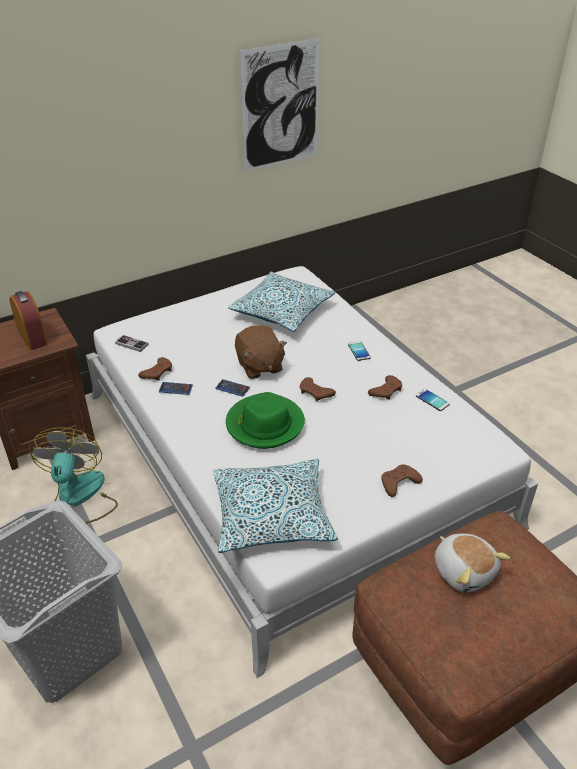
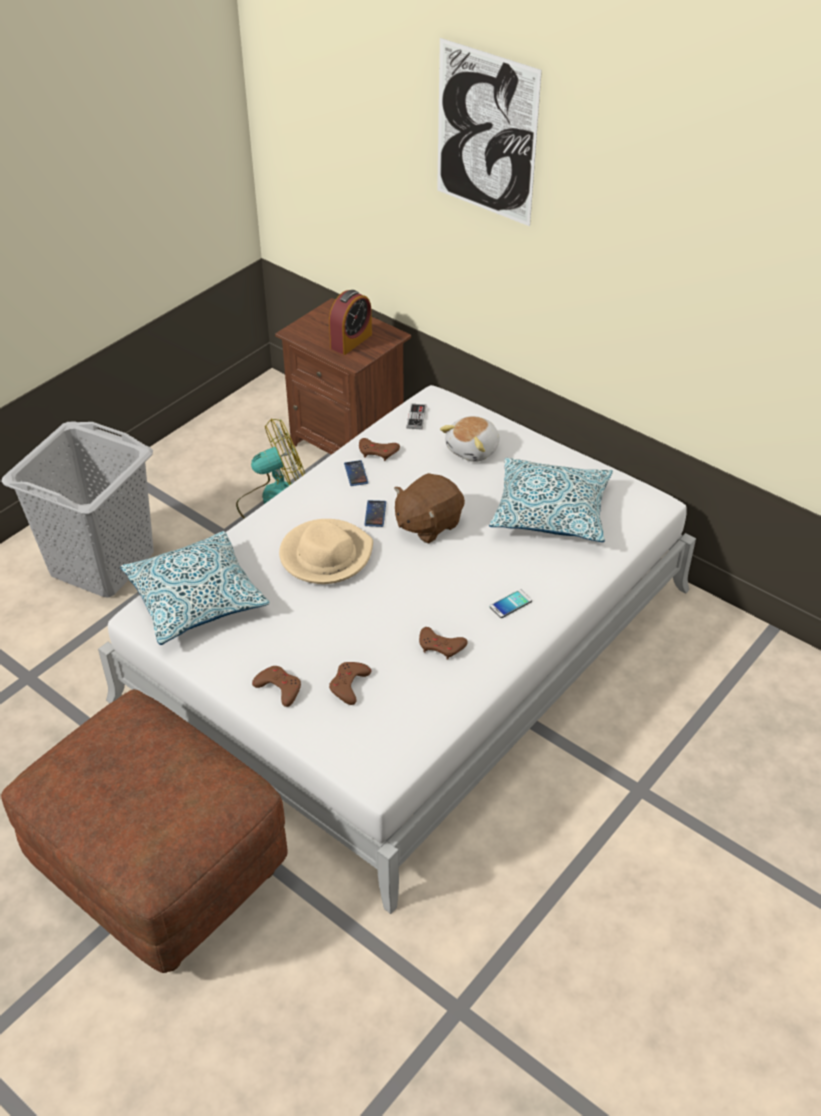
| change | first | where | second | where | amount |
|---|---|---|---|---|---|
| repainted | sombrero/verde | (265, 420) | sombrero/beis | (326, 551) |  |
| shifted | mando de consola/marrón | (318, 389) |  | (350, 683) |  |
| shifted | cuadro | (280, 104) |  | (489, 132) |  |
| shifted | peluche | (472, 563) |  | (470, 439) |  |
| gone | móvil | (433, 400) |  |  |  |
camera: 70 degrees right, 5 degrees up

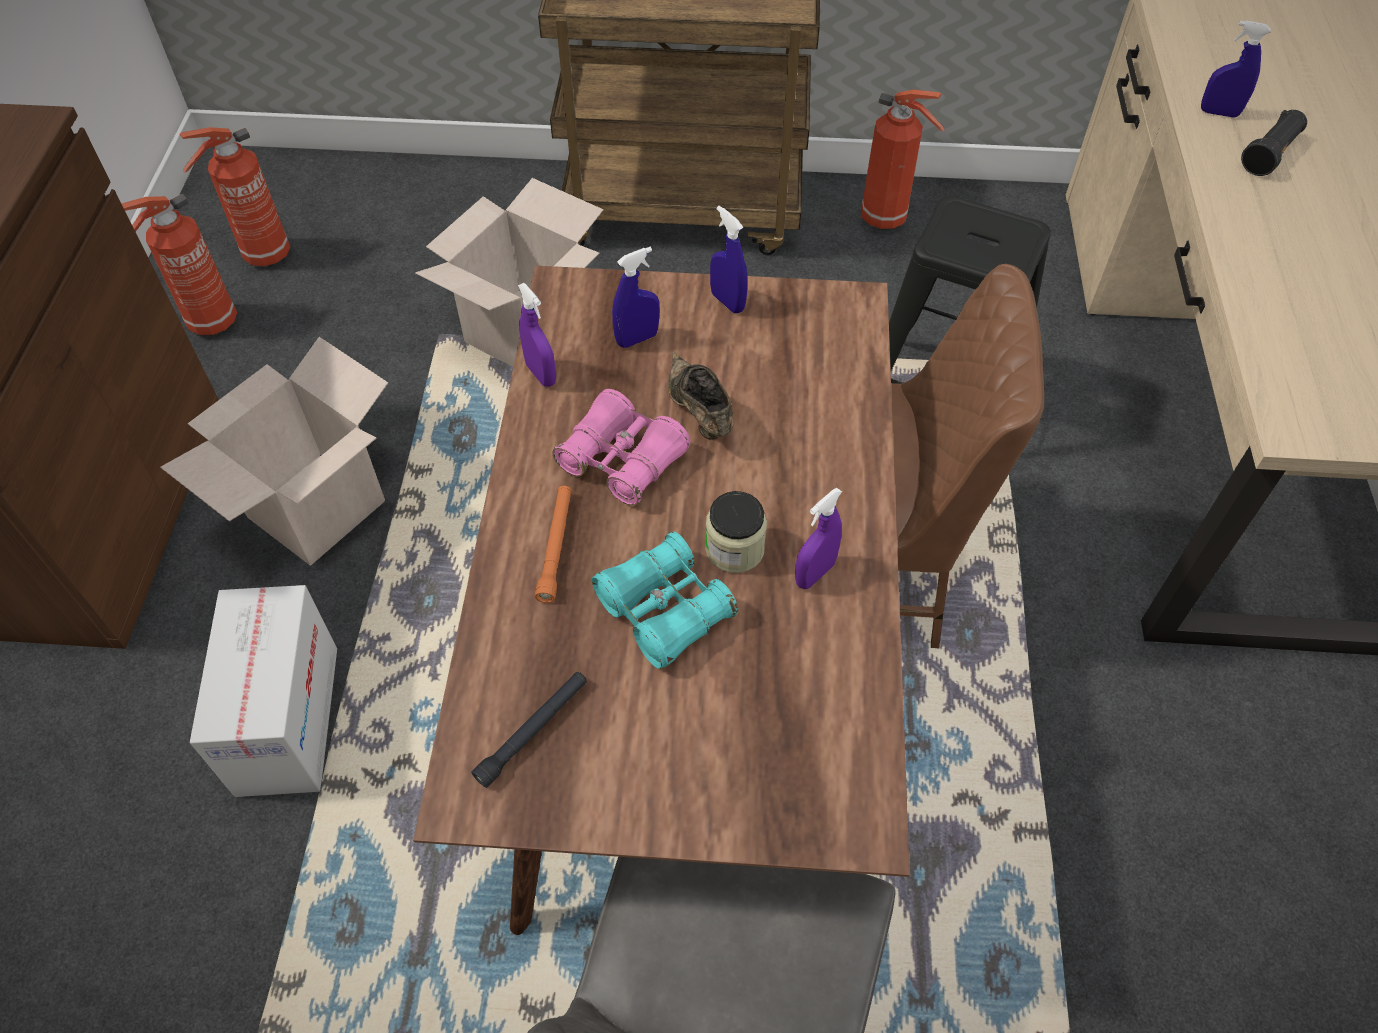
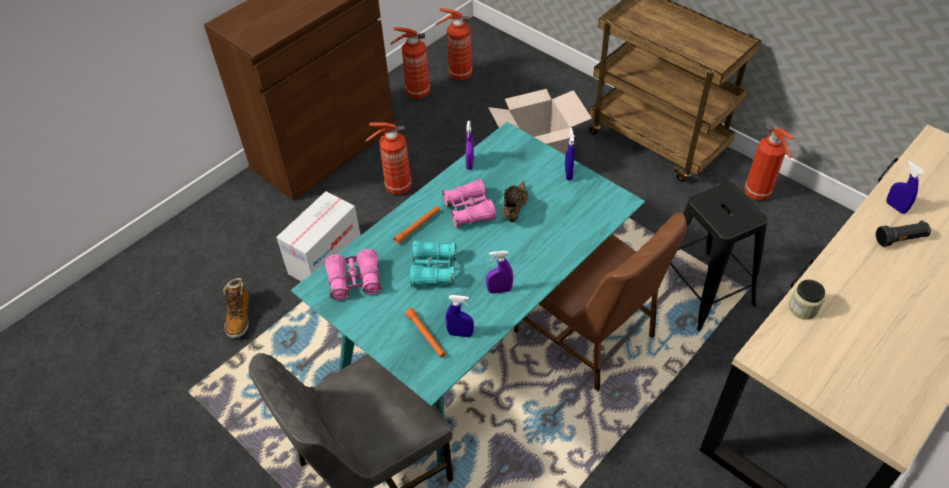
| change | first | where | second | where | amount |
|---|---|---|---|---|---|
| new |  |  | bota | (236, 307) |  |
| repainted | mesa de comedor/marrón | (661, 600) | mesa de comedor/turquesa | (468, 294) |  |
| swapped | linterna/negro | (529, 730) | prismáticos/rosa | (353, 274) |  |
| swapped | caja de cartón | (274, 451) | extintor | (389, 158) |  |
| new |  |  | linterna/naranja | (425, 332) |  |
| shifted | pulverizador/azul | (636, 297) |  | (459, 316) |  |
| shifted | tarro | (736, 532) |  | (806, 300) |  |
camera: 40 degrees right, 5 degrees down

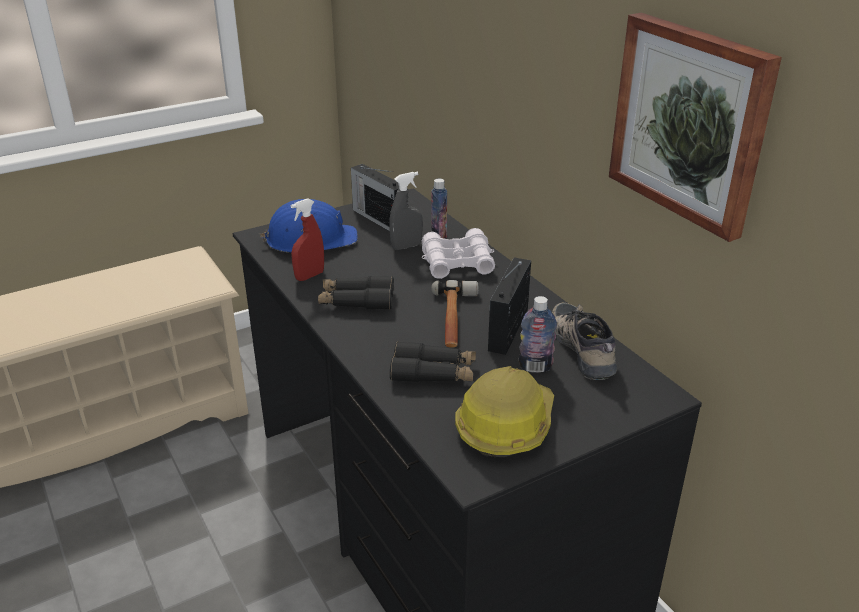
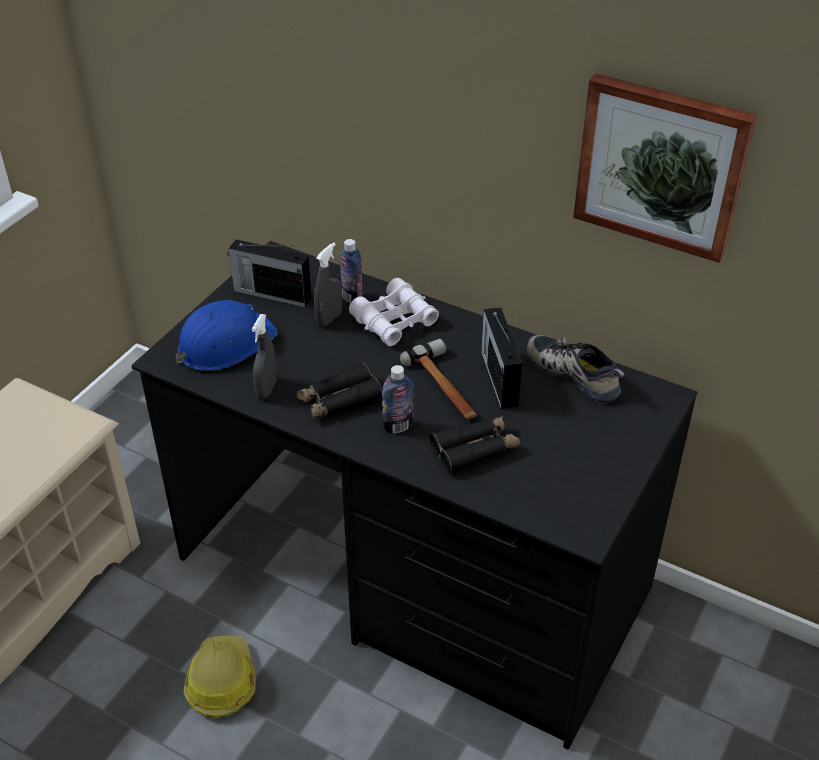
| change | first | where | second | where | amount |
|---|---|---|---|---|---|
| shifted | casco | (504, 411) |  | (219, 677) |  |
| repainted | pulverizador/rojo | (307, 239) | pulverizador/gris | (264, 356) |  |
| shifted | botella | (538, 334) |  | (397, 399) |  |
camera: 30 degrees left, 10 degrees up

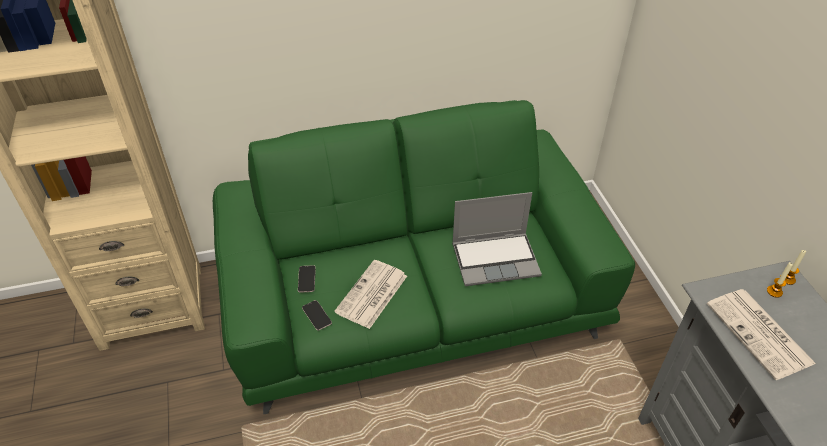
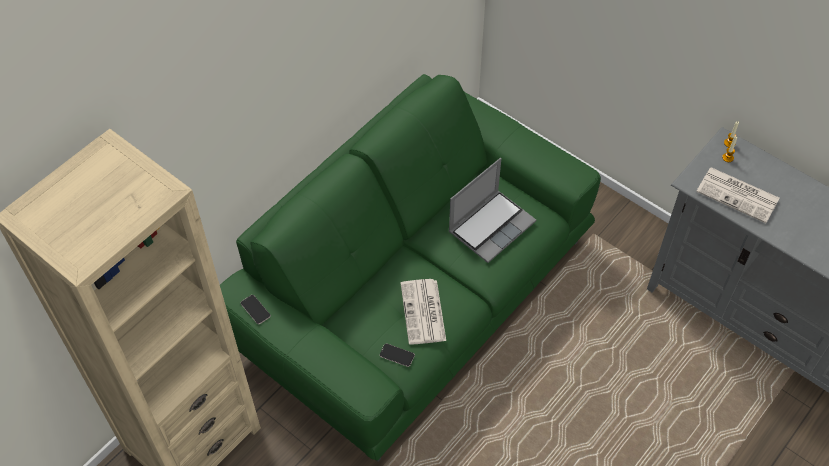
| change | first | where | second | where | amount |
|---|---|---|---|---|---|
| shifted | móvil | (307, 279) |  | (256, 309) |  |
camera: 35 degrees left, 10 degrees up

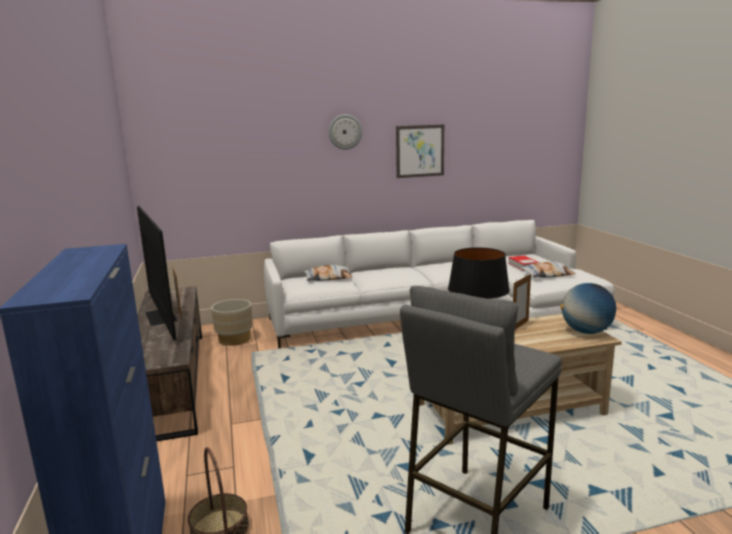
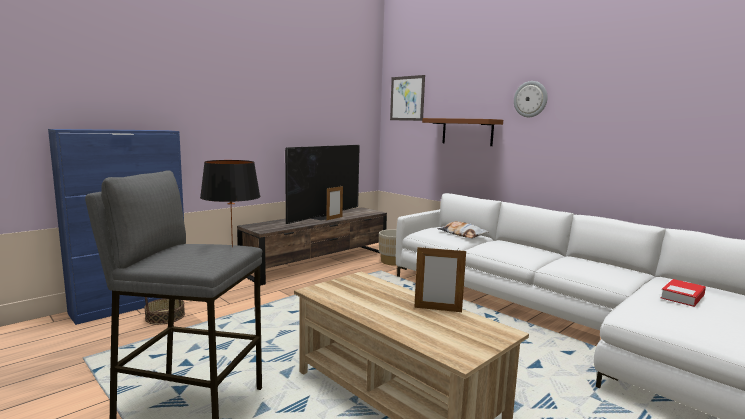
| change | first | where | second | where | amount |
|---|---|---|---|---|---|
| shifted | cuadro | (420, 151) |  | (407, 98) |  |
| new |  |  | estante/marrón | (462, 132) |  |
| gone | cojín | (548, 270) |  |  |  |
| gone | globo terráqueo | (588, 308) |  |  |  |
camera: 60 degrees right, 5 degrees down

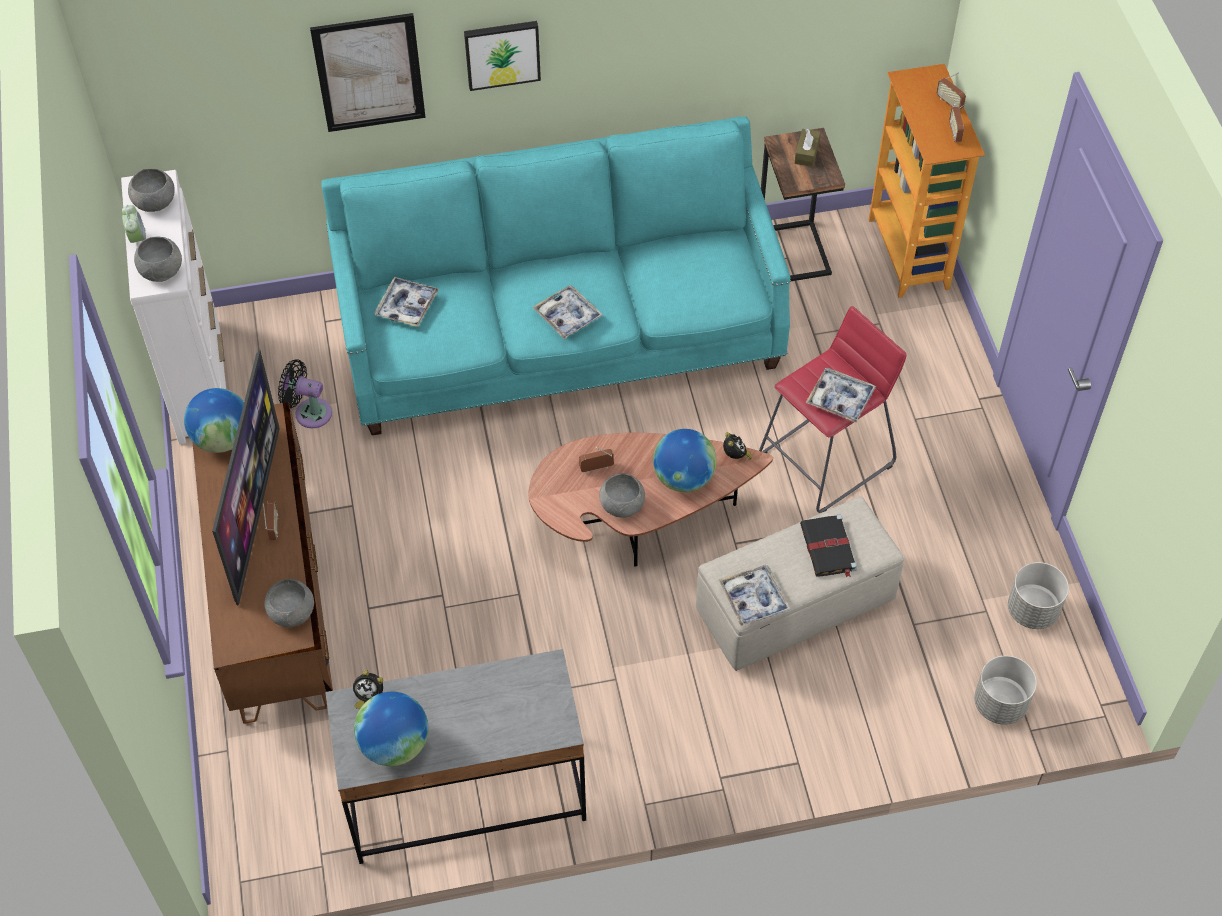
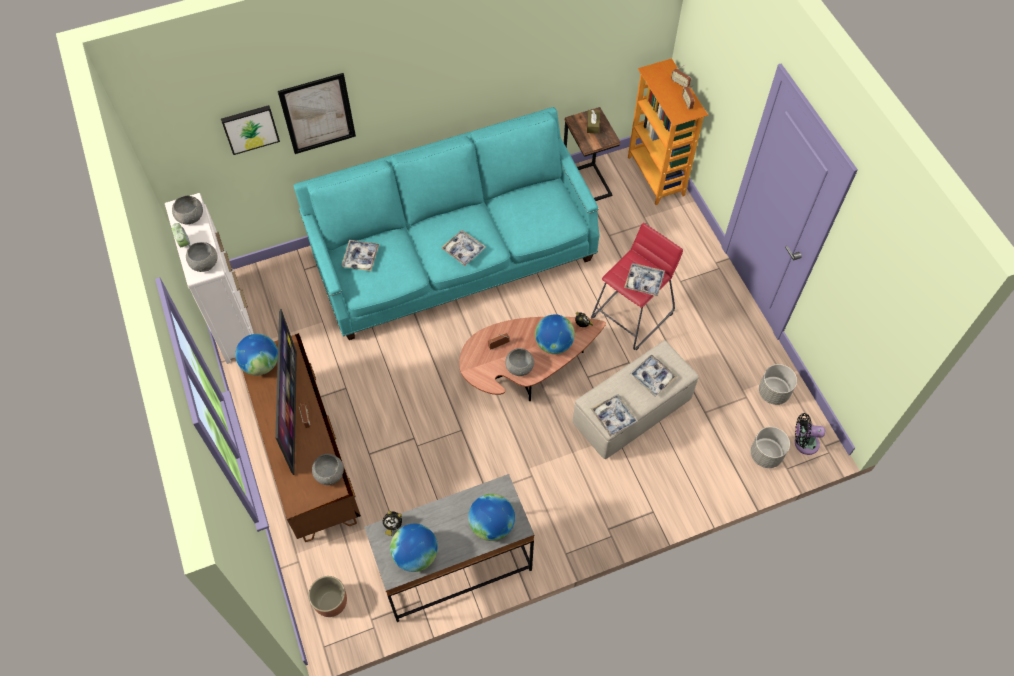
| change | first | where | second | where | amount |
|---|---|---|---|---|---|
| shifted | cuadro | (502, 56) |  | (250, 130) |  |
| new |  |  | maceta | (327, 596) |  |
| new |  |  | globo terráqueo | (491, 517) |  |
| swapped | libro/negro | (828, 546) | bandeja | (654, 375) |  |
| shifted | ventilador/negro | (305, 394) |  | (810, 434) |  |
camera: 10 degrees left, 5 degrees up

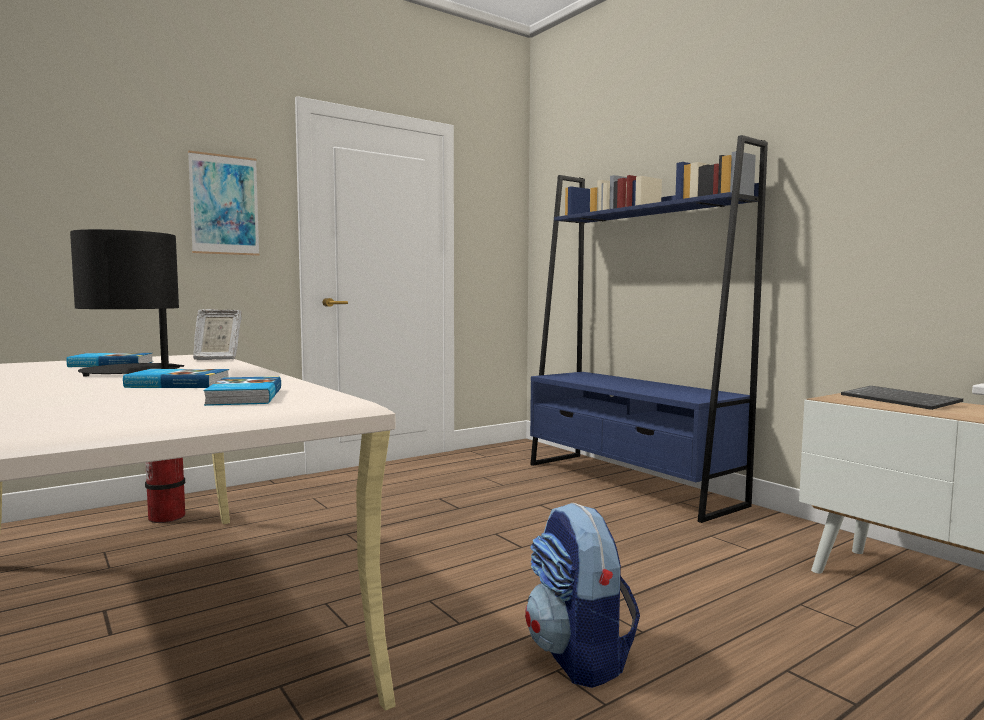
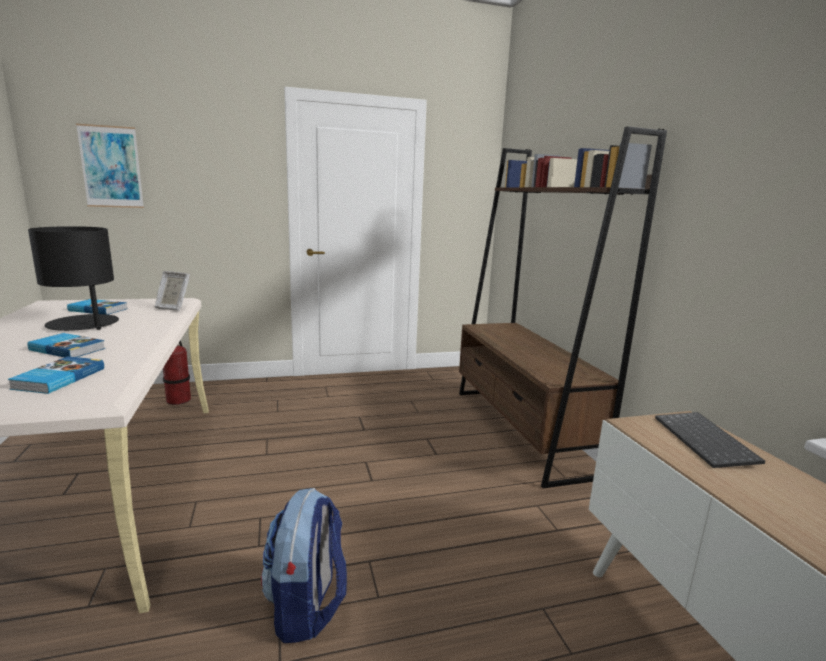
| change | first | where | second | where | amount |
|---|---|---|---|---|---|
| shifted | cuadro | (224, 203) |  | (110, 166) |  |
| repainted | estantería/azul | (649, 329) | estantería/marrón | (563, 307) |  |
camera: 20 degrees right, 10 degrees up

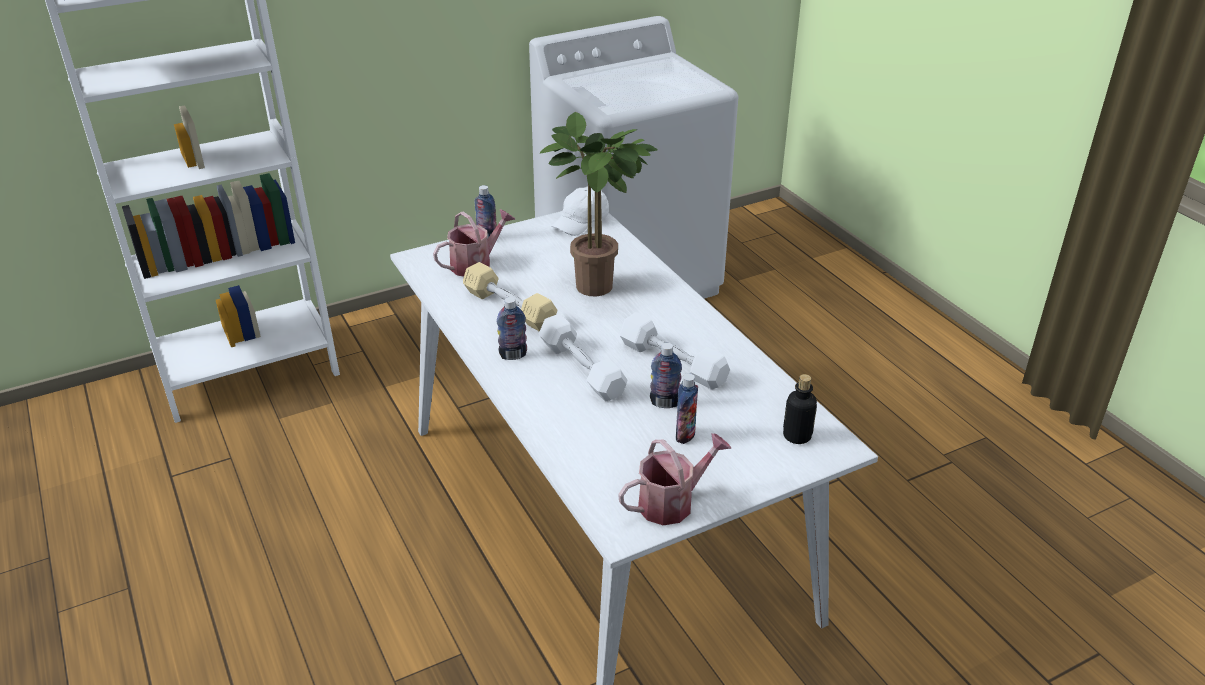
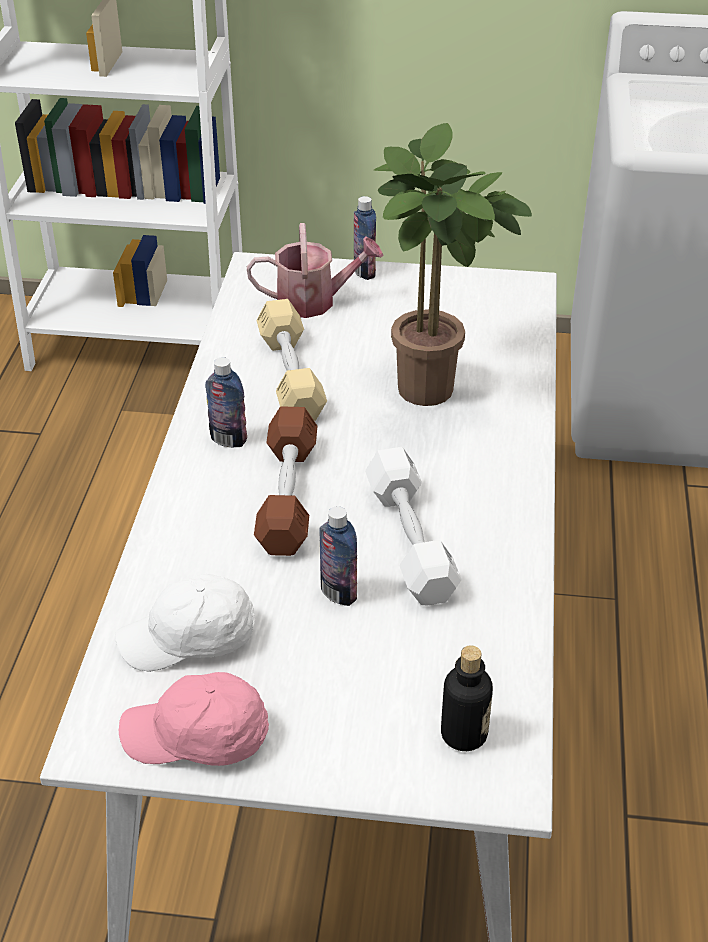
| change | first | where | second | where | amount |
|---|---|---|---|---|---|
| shifted | gorra/blanco | (580, 211) |  | (185, 623) |  |
| swapped | regadera | (674, 479) | gorra/rosa | (194, 719) |  |
| repainted | mancuerna/blanco | (583, 357) | mancuerna/marrón | (285, 481) |  |
| gone | botella | (687, 408) |  |  |  |
camera: 35 degrees right, 5 degrees up

